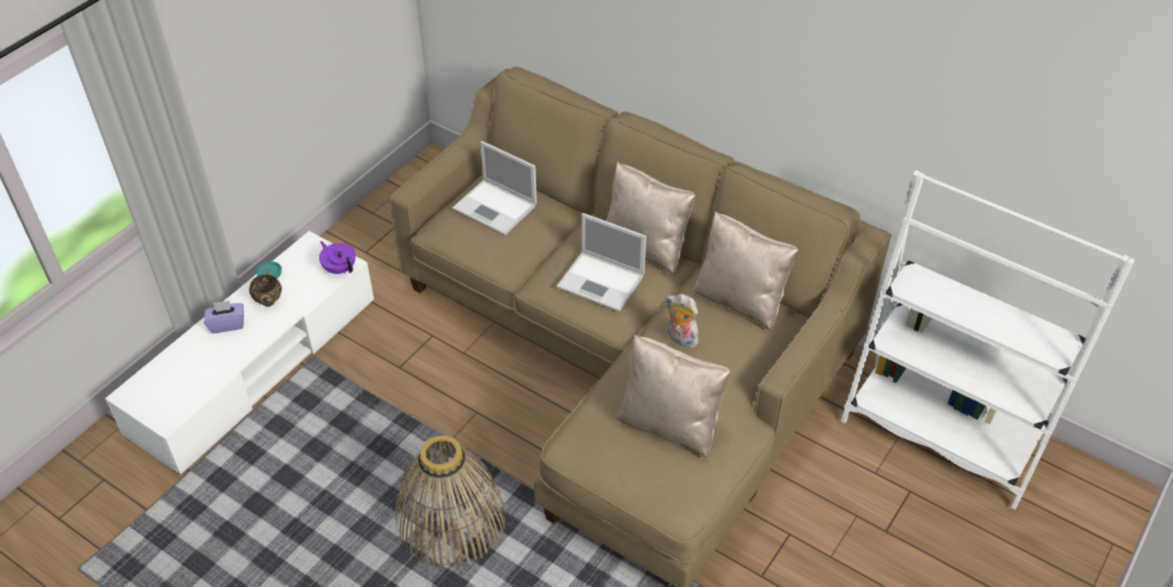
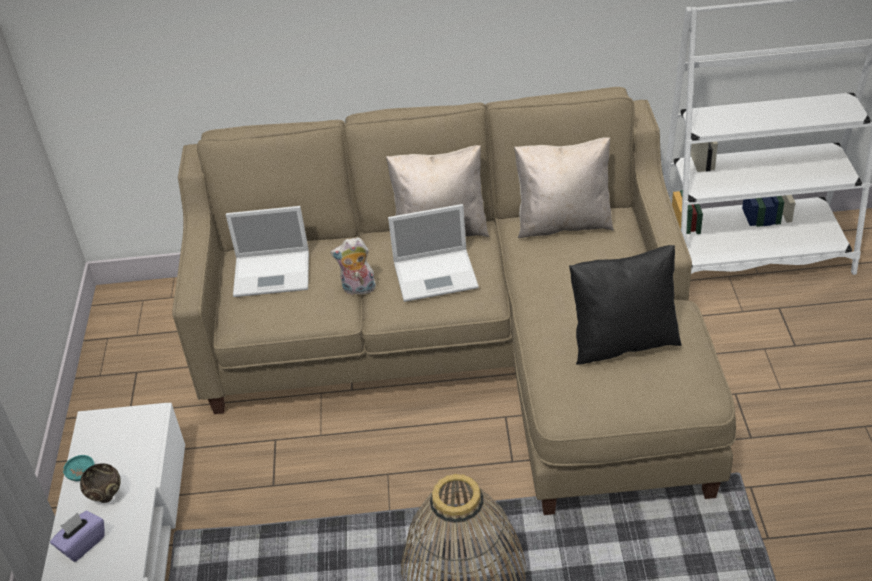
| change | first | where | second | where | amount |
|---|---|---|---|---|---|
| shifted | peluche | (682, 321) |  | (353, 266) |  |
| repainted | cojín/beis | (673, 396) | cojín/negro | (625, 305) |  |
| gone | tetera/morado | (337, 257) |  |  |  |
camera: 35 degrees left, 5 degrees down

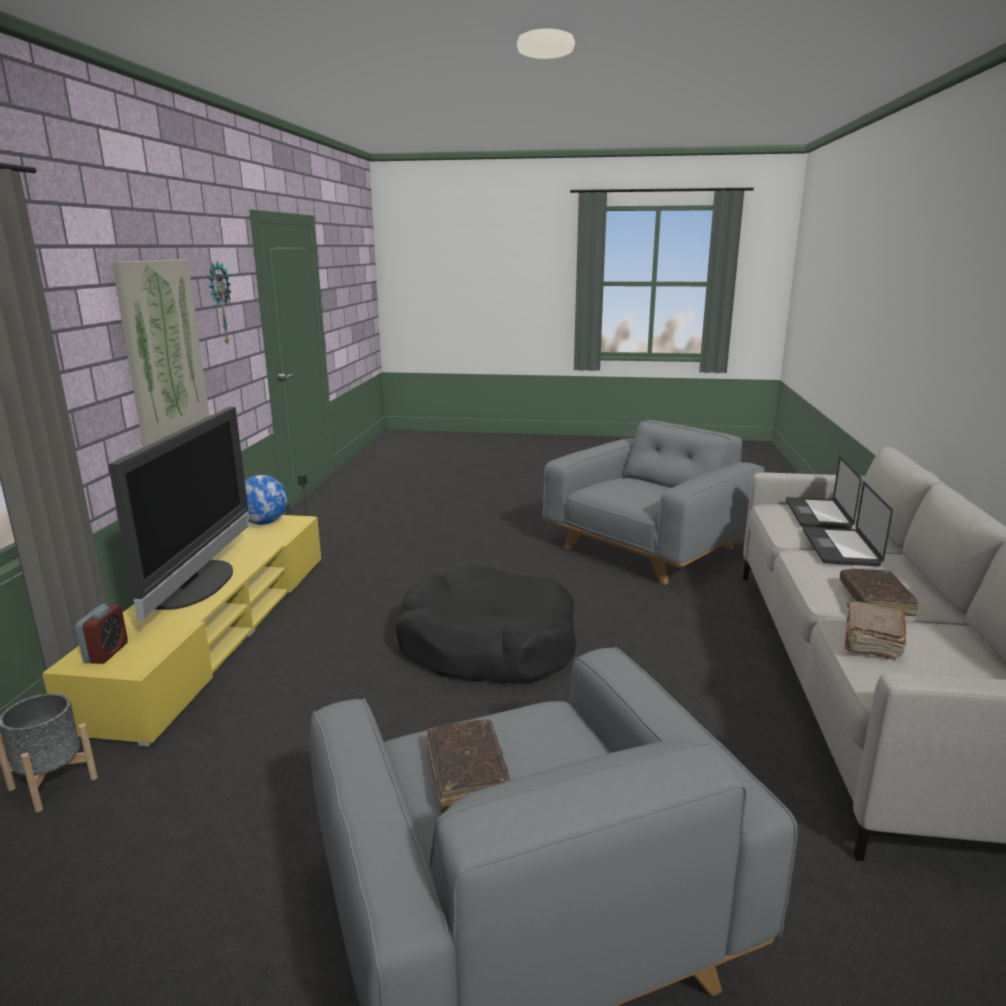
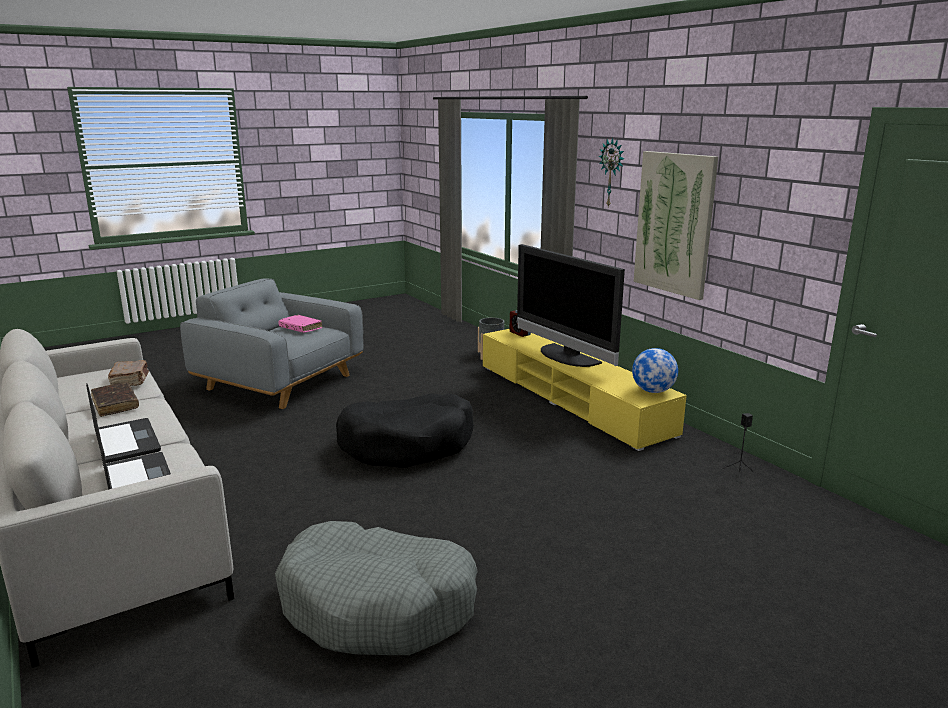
| change | first | where | second | where | amount |
|---|---|---|---|---|---|
| swapped | sillón/gris | (654, 502) | cama para perro/gris | (376, 588) |  |
| repainted | libro/marrón | (468, 766) | libro/rosa | (300, 324) |  |
| shifted | reloj de pared | (219, 303) |  | (611, 172) |  |
camera: 140 degrees right, 0 degrees up

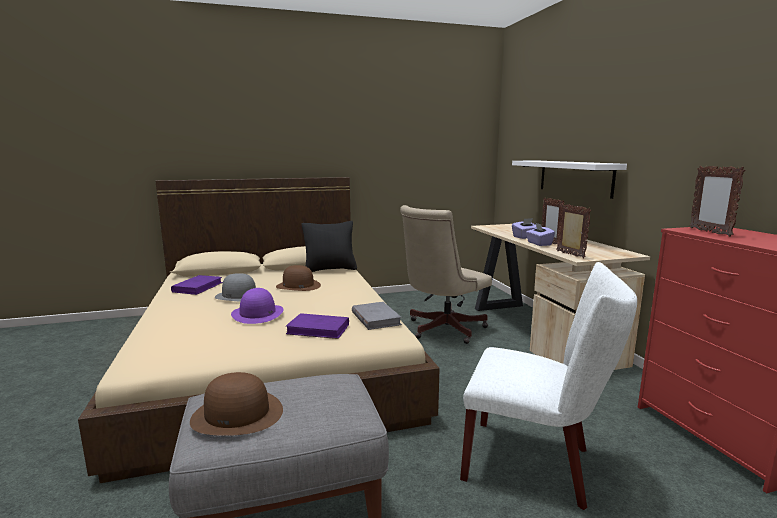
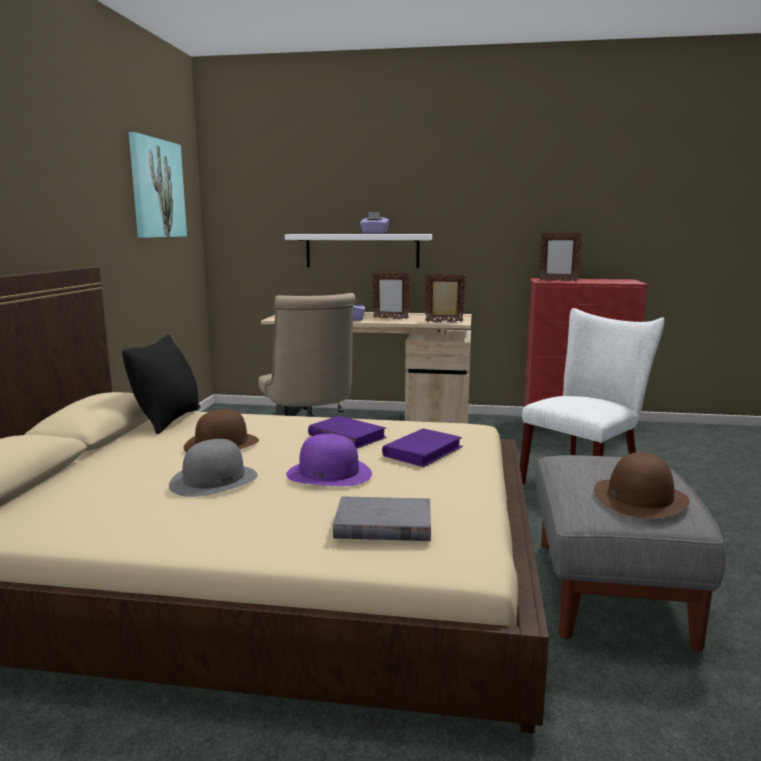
| change | first | where | second | where | amount |
|---|---|---|---|---|---|
| new |  |  | cuadro | (158, 185) |  |
| shifted | libro/morado | (197, 285) |  | (347, 432) |  |
| shifted | libro/gris | (377, 316) |  | (382, 518) |  |
| shifted | caja de pañuelos/morado | (540, 234) |  | (374, 223) |  |
camera: 65 degrees left, 0 degrees up

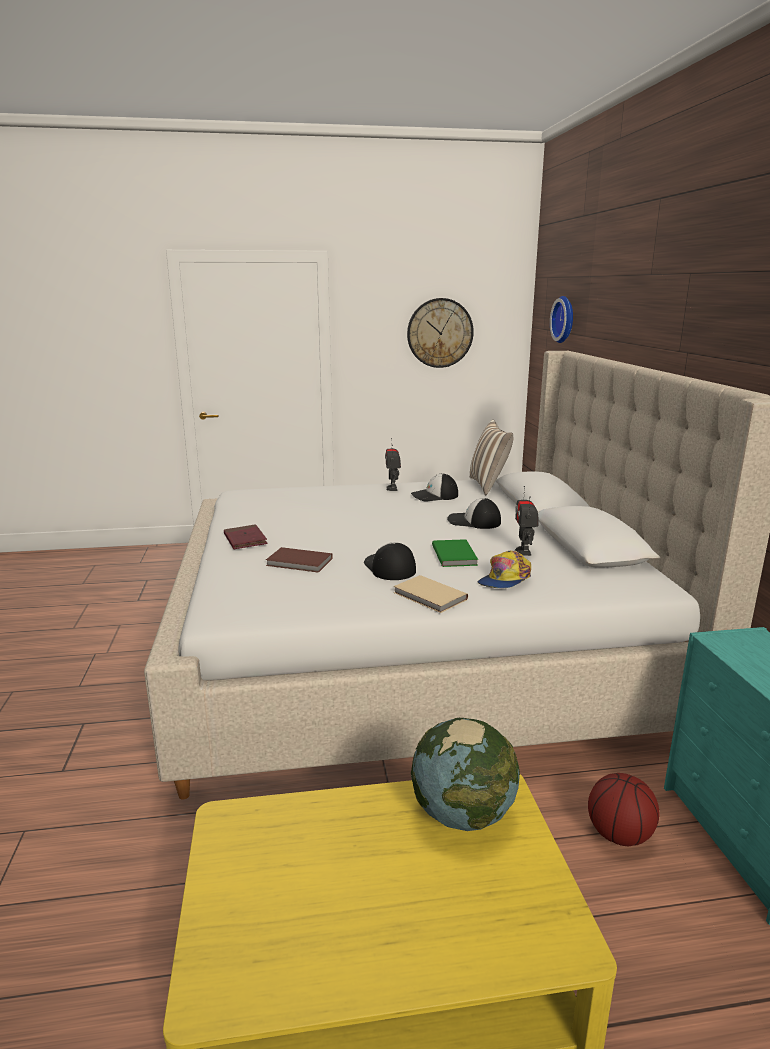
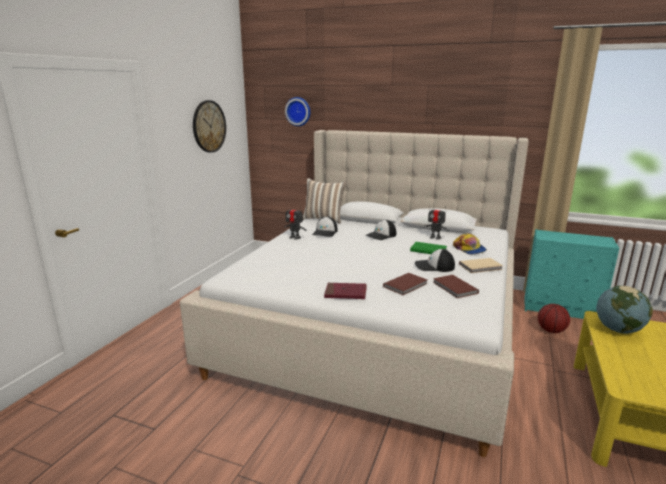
| change | first | where | second | where | amount |
|---|---|---|---|---|---|
| new |  |  | libro/marrón | (456, 286) |  |
camera: 60 degrees left, 0 degrees up

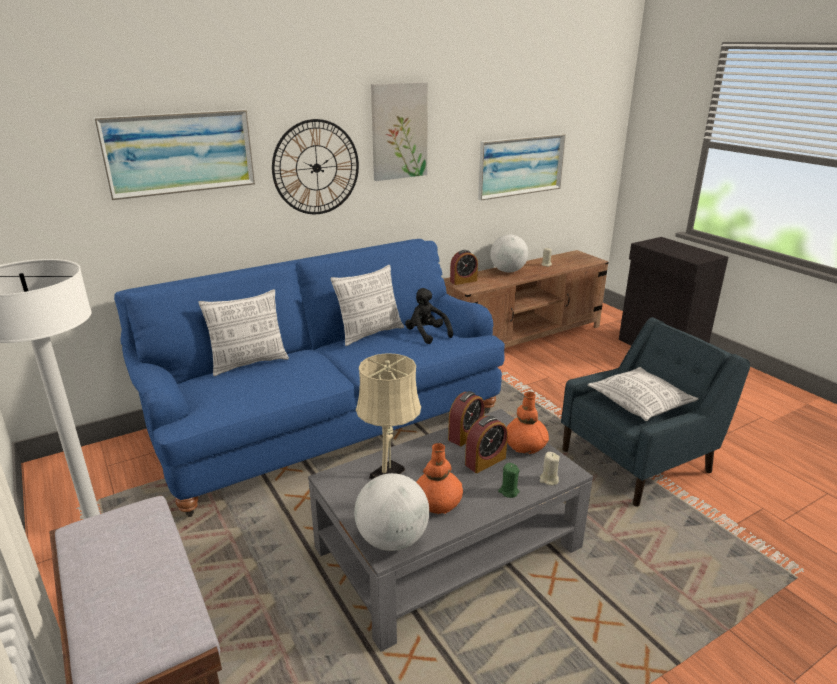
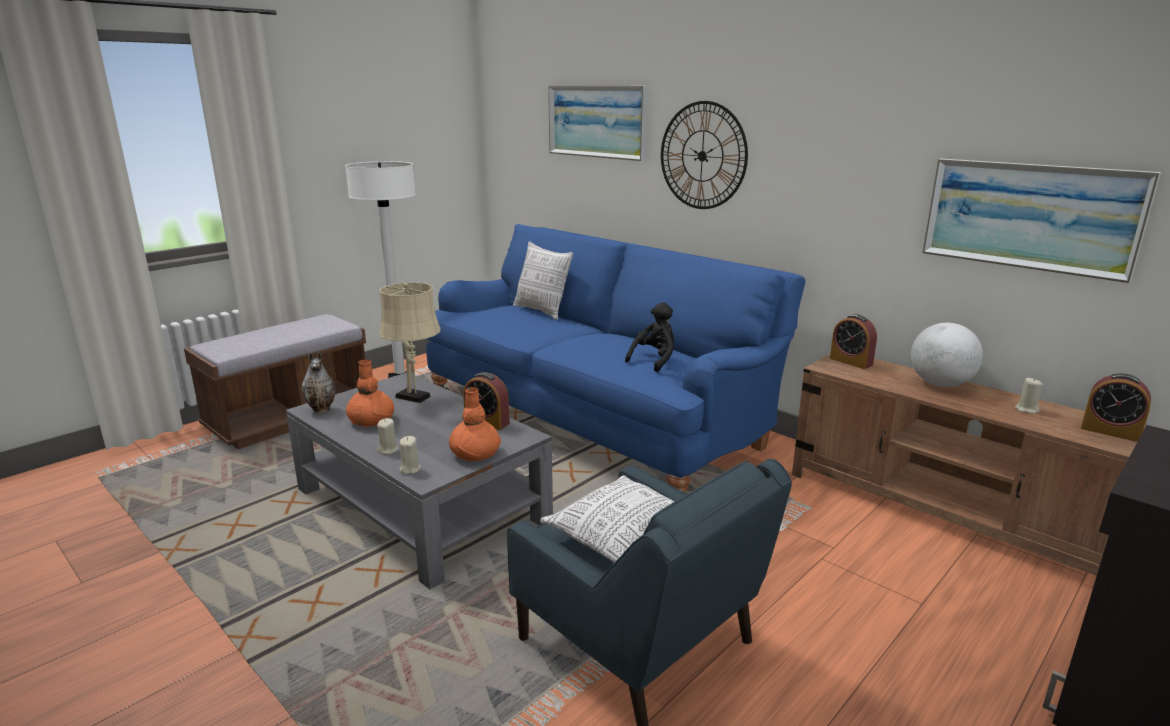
| change | first | where | second | where | amount |
|---|---|---|---|---|---|
| swapped | globo terráqueo | (391, 512) | florero | (319, 382) |  |
| repainted | vela/verde | (509, 480) | vela/beis | (387, 436) |  |
| shifted | despertador | (486, 444) |  | (1116, 407) |  |
| gone | cojín | (367, 305) |  |  |  |
| gone | cuadro | (399, 131) |  |  |  |
camera: 75 degrees right, 5 degrees down

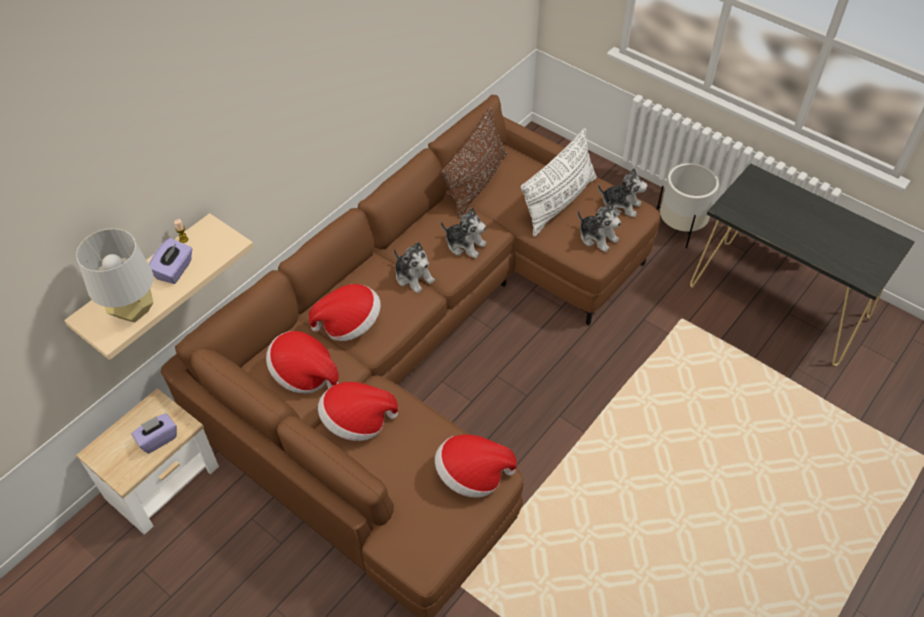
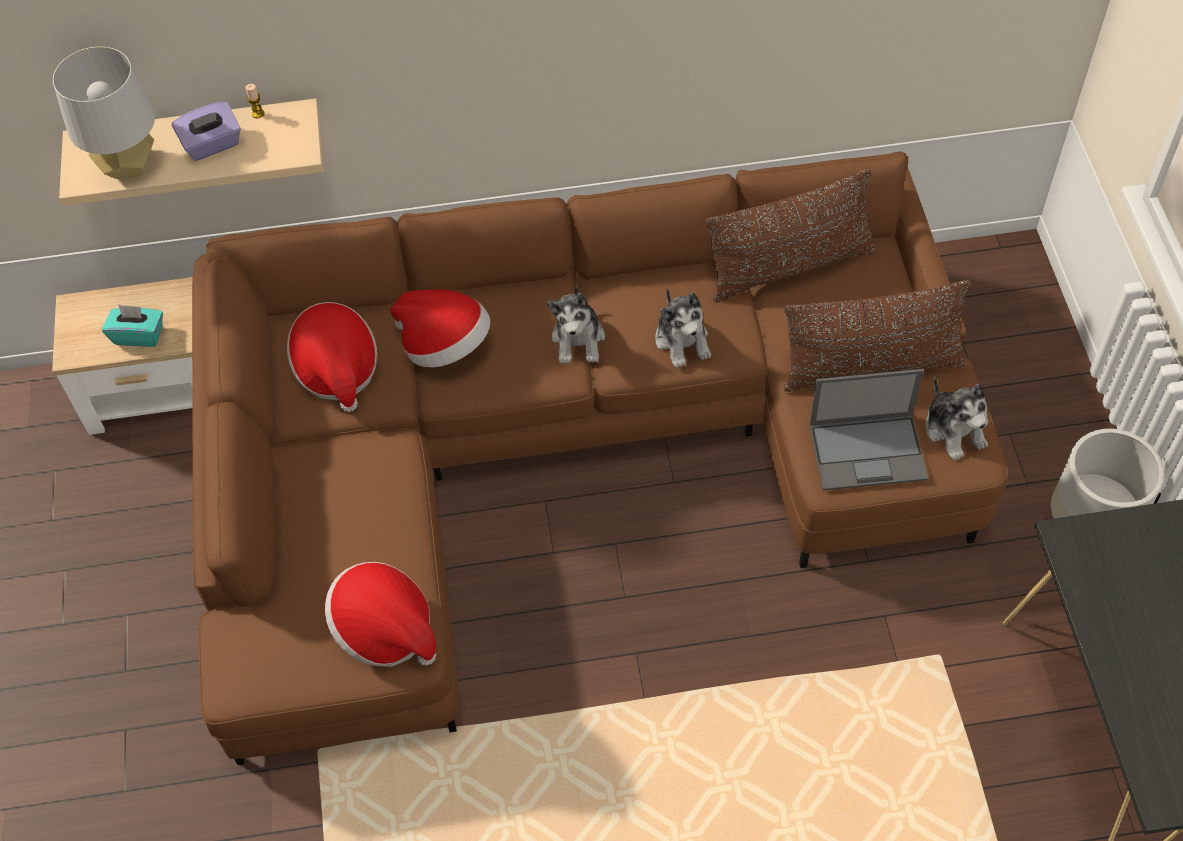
| change | first | where | second | where | amount |
|---|---|---|---|---|---|
| repainted | caja de pañuelos/morado | (154, 433) | caja de pañuelos/turquesa | (132, 325) |  |
| repainted | cojín/blanco | (558, 182) | cojín/marrón | (876, 336) |  |
| swapped | peluche | (599, 226) | portátil | (868, 429) |  |
| gone | sombrero | (358, 411) |  |  |  |
camera: 45 degrees right, 5 degrees up

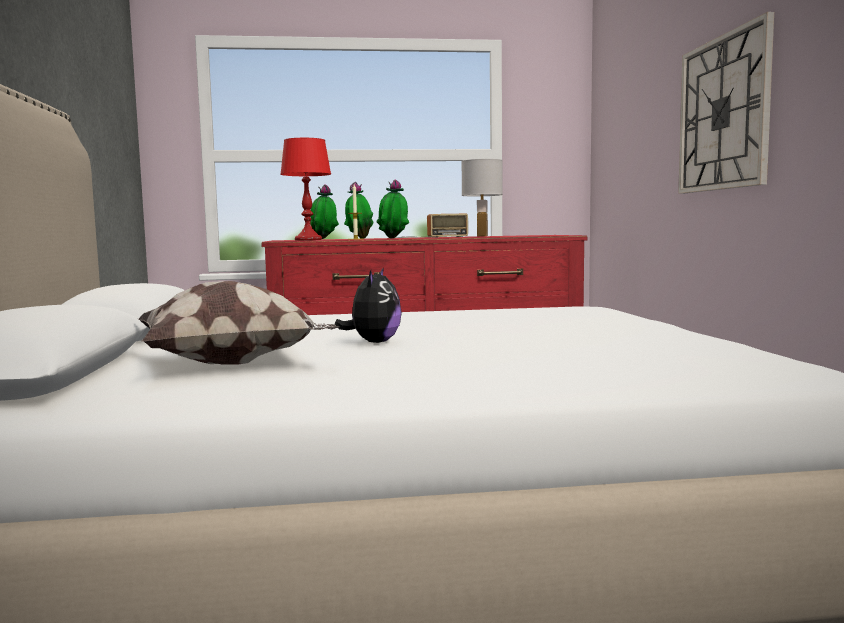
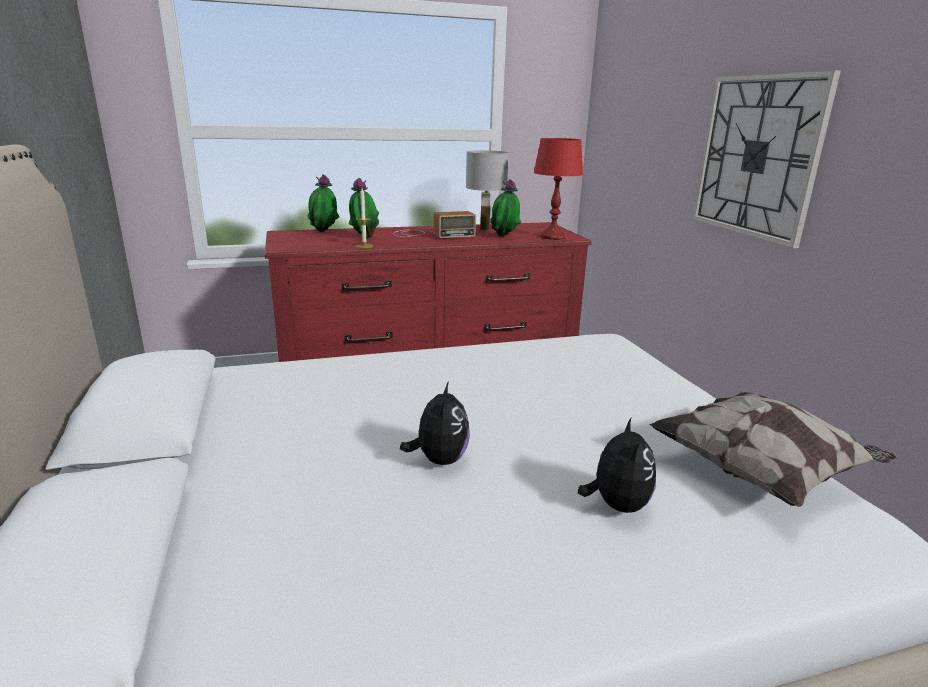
| change | first | where | second | where | amount |
|---|---|---|---|---|---|
| shifted | planta en maceta | (392, 208) |  | (505, 208) |  |
| shifted | lámpara de mesa/rojo | (305, 189) |  | (558, 189) |  |
| new |  |  | peluche | (617, 465) |  |
| shifted | cojín | (238, 323) |  | (773, 449) |  |
camera: 10 degrees left, 15 degrees up

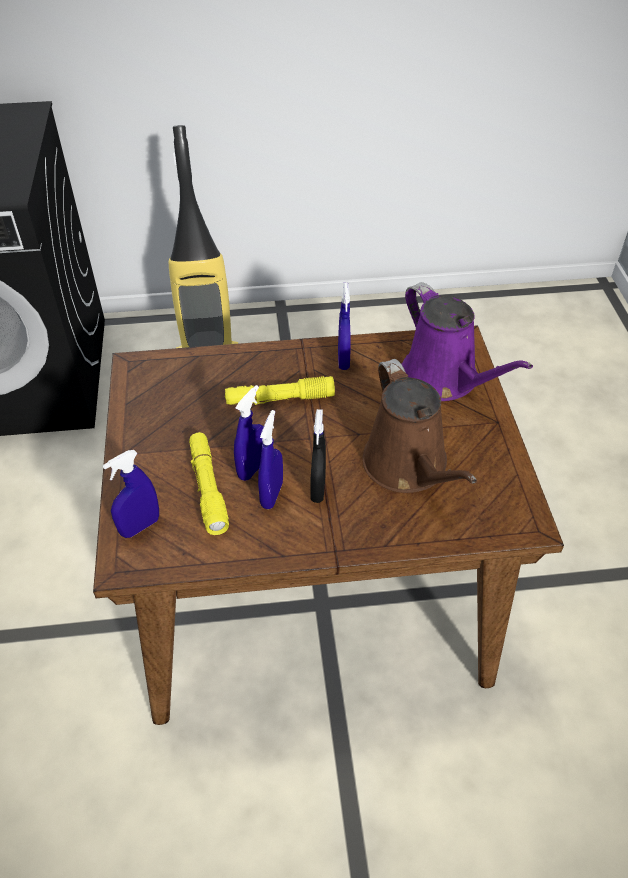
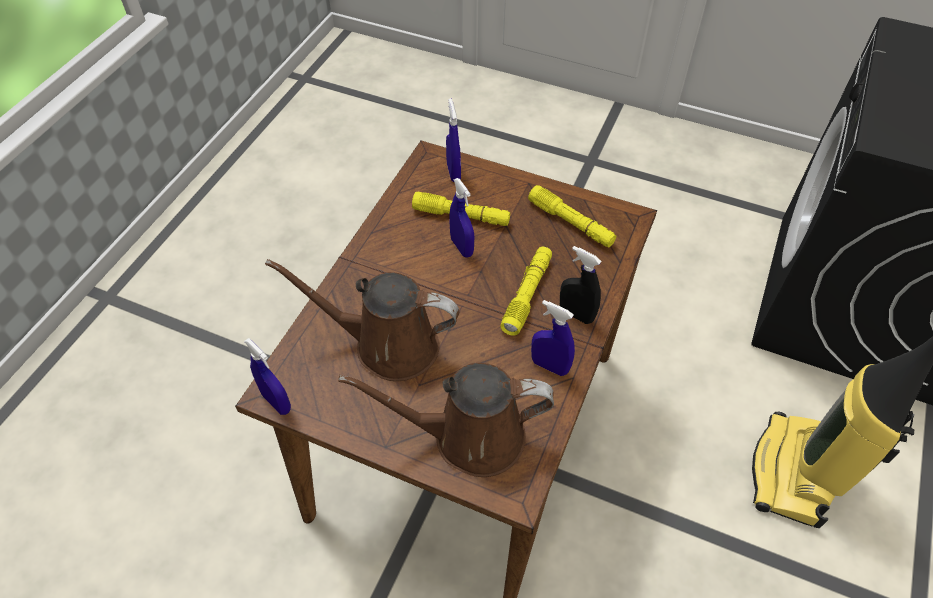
| change | first | where | second | where | amount |
|---|---|---|---|---|---|
| shifted | pulverizador/azul | (270, 459) |  | (267, 376) |  |
| repainted | regadera/morado | (467, 341) | regadera/marrón | (446, 420) |  |
| new |  |  | linterna/amarillo | (572, 216) |  |
| shifted | pulverizador/negro | (318, 456) |  | (580, 285) |  |
camera: 120 degrees right, 5 degrees up

